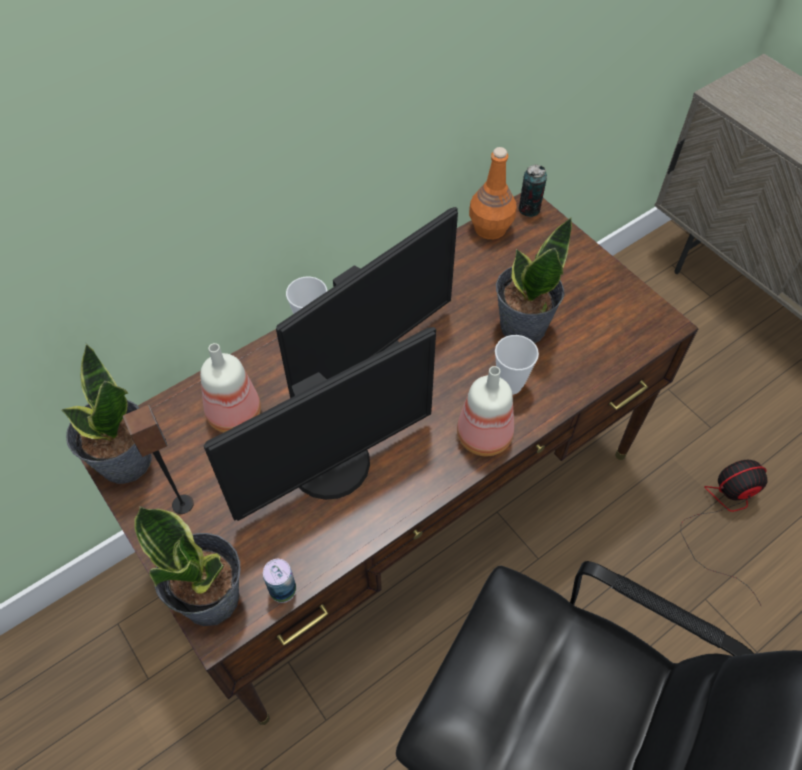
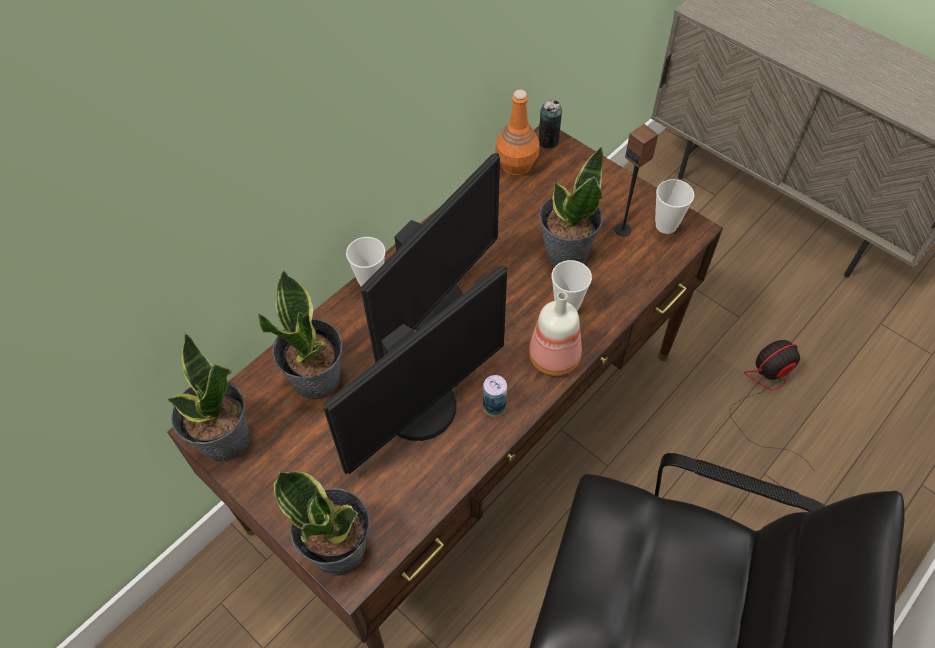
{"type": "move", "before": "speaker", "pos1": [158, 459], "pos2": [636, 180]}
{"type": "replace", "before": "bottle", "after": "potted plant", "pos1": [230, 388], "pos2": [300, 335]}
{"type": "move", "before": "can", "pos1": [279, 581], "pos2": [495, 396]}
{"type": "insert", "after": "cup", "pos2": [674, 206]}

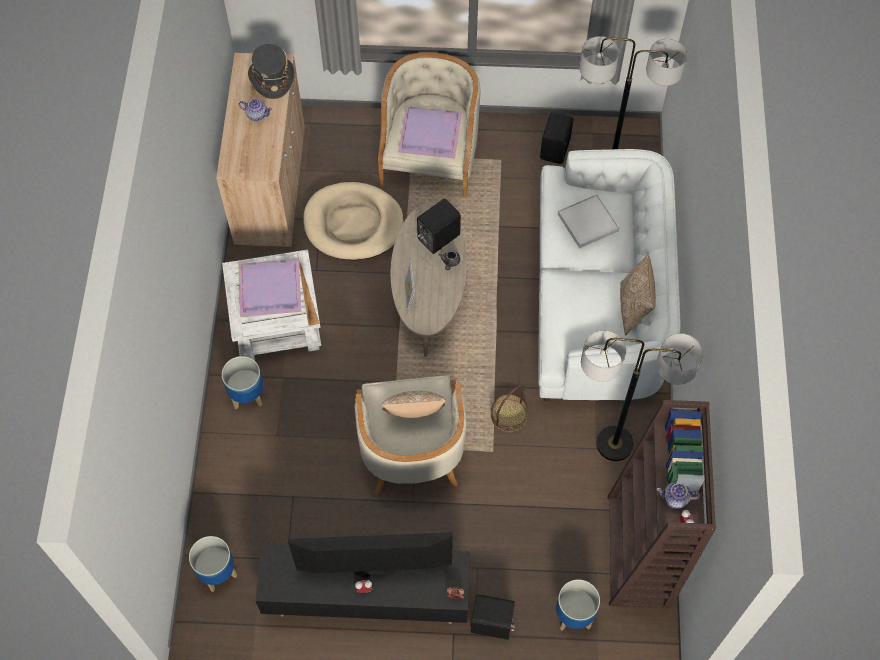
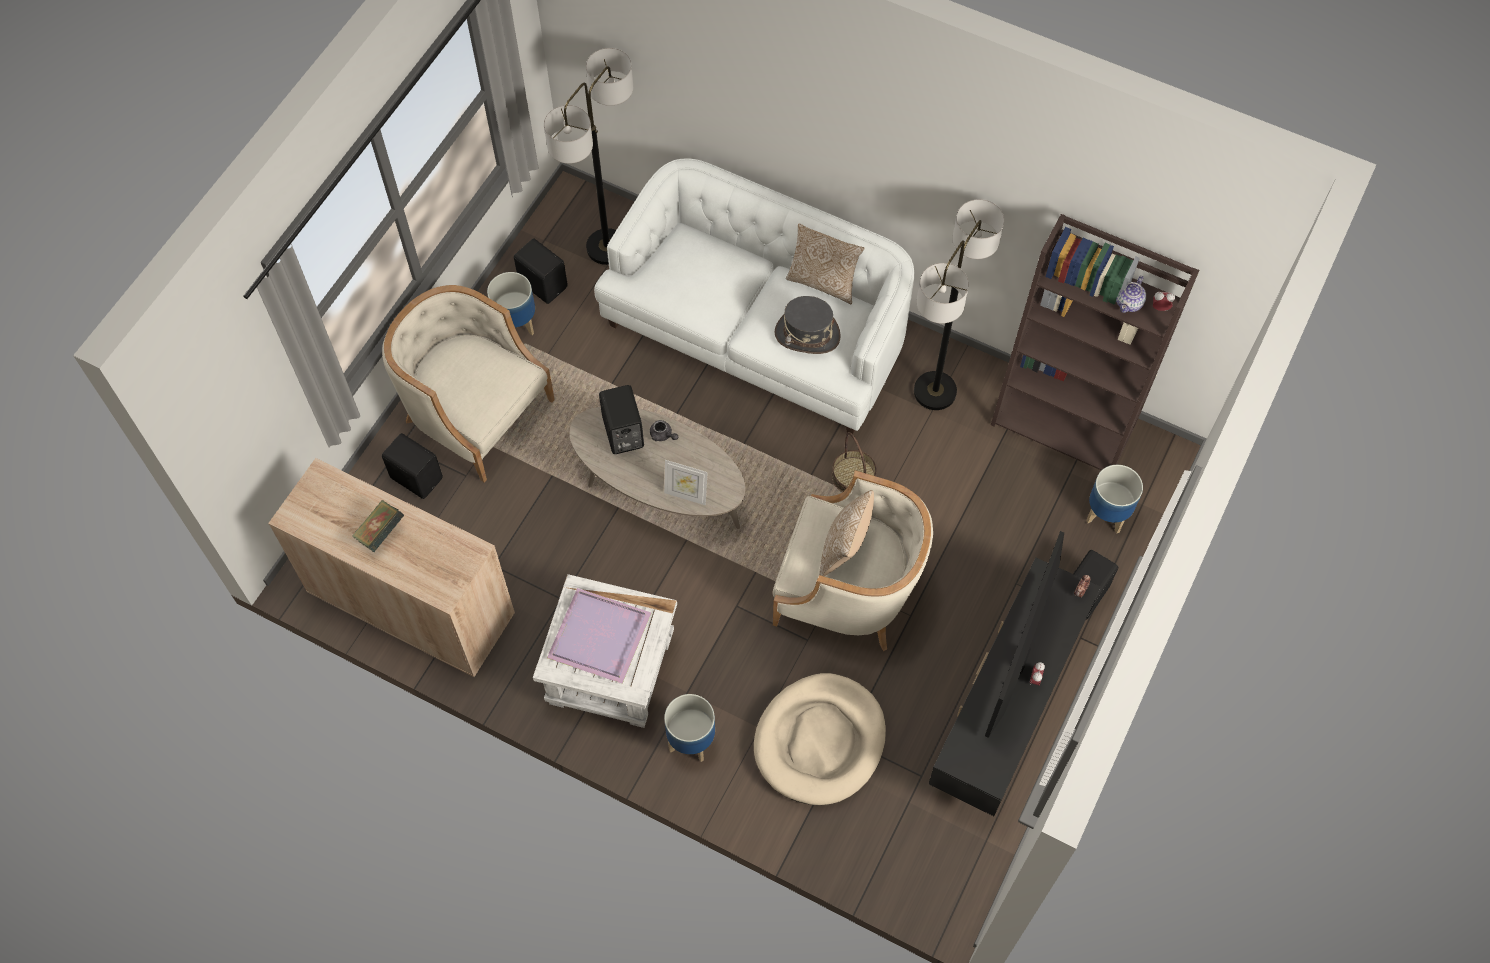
{"type": "move", "before": "planter", "pos1": [213, 564], "pos2": [511, 303]}
{"type": "replace", "before": "teapot", "after": "book", "pos1": [255, 110], "pos2": [378, 526]}
{"type": "move", "before": "hat (grey)", "pos1": [271, 71], "pos2": [807, 325]}
{"type": "move", "before": "dog bed (beige)", "pos1": [353, 221], "pos2": [820, 739]}
{"type": "delete", "before": "tray (purple)", "pos1": [430, 132]}
{"type": "delete", "before": "tray (white)", "pos1": [588, 221]}
{"type": "insert", "after": "speaker (black)", "pos2": [412, 466]}

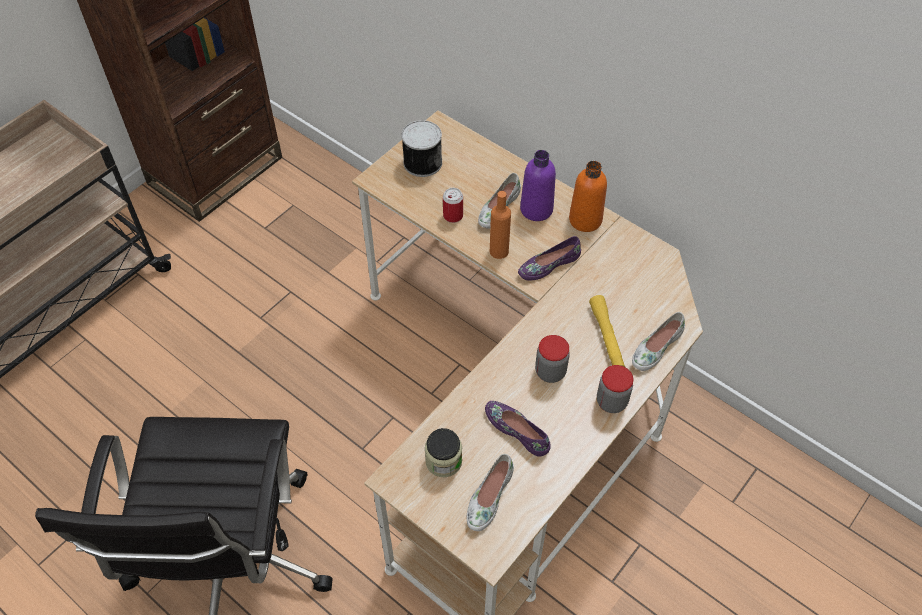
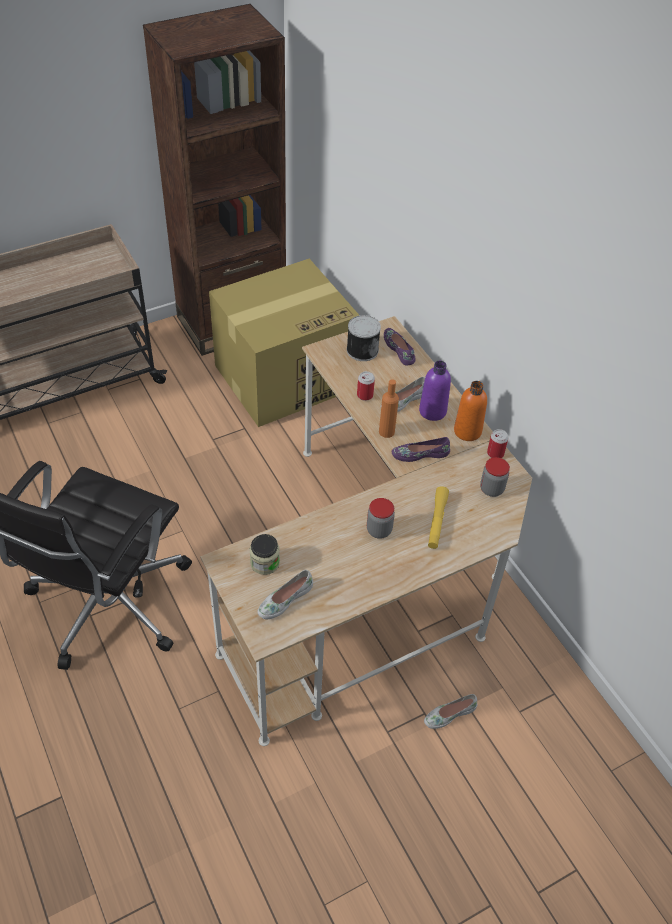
{"type": "move", "before": "shoe (purple)", "pos1": [518, 429], "pos2": [399, 347]}
{"type": "move", "before": "jar", "pos1": [615, 389], "pos2": [495, 477]}
{"type": "move", "before": "shoe (white)", "pos1": [658, 341], "pos2": [450, 711]}
{"type": "insert", "after": "cardboard box", "pos2": [284, 342]}
{"type": "insert", "after": "can", "pos2": [497, 443]}

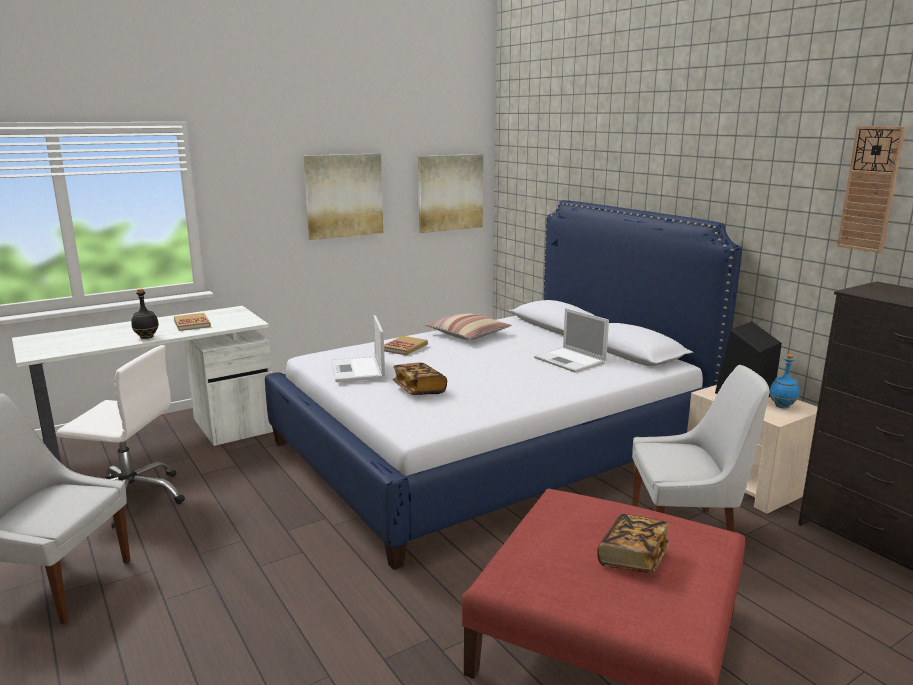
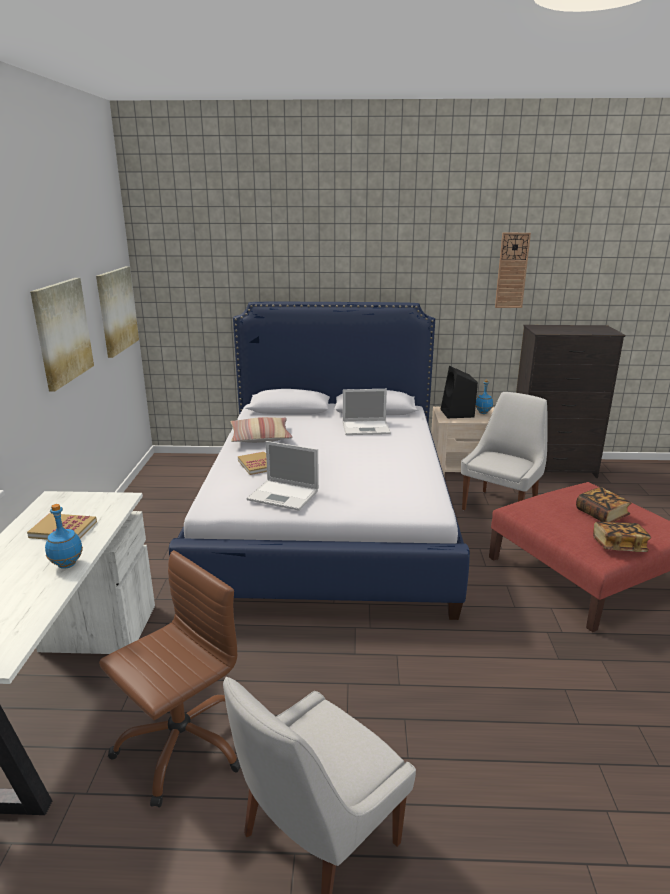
{"type": "recolor", "before": "office chair (white)", "after": "office chair (brown)", "pos1": [121, 436], "pos2": [170, 678]}
{"type": "recolor", "before": "bottle (black)", "after": "bottle (blue)", "pos1": [145, 314], "pos2": [64, 536]}
{"type": "move", "before": "book", "pos1": [420, 379], "pos2": [622, 537]}

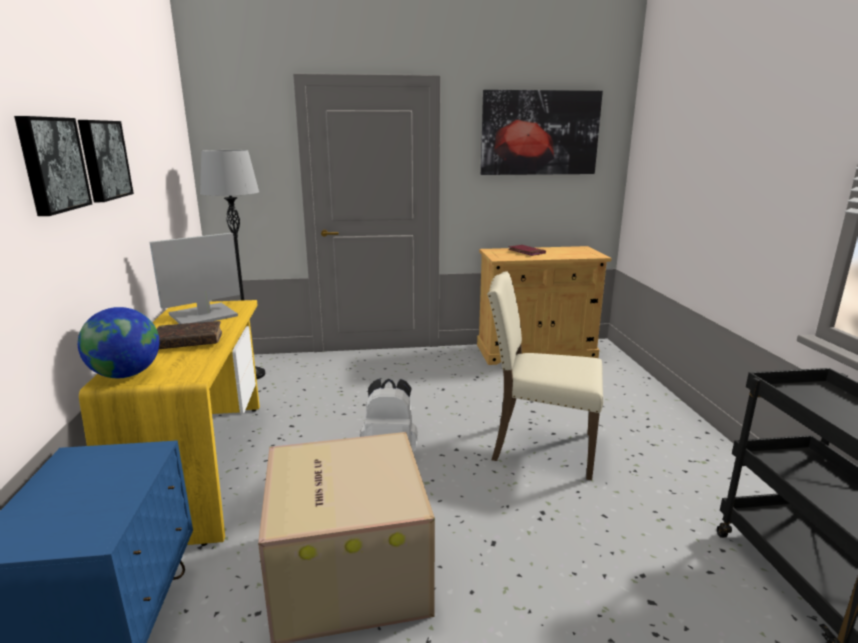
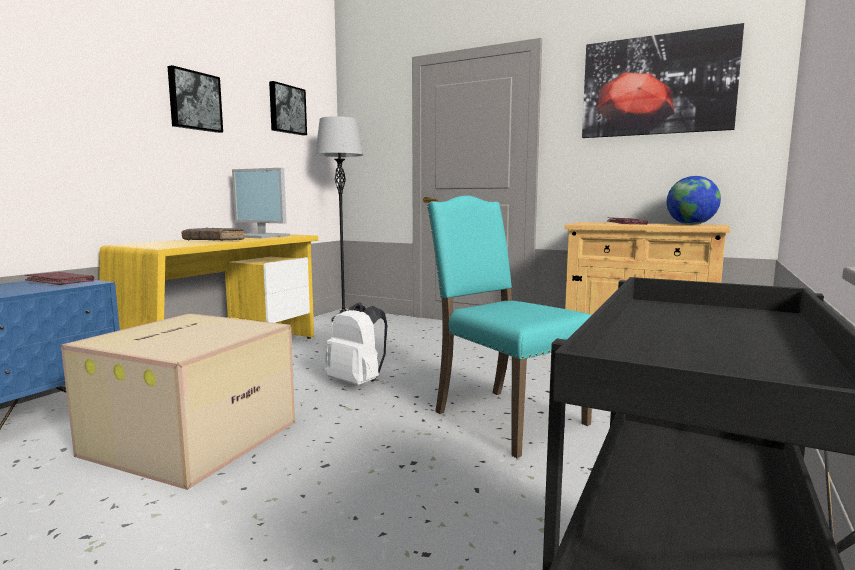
{"type": "move", "before": "picture", "pos1": [53, 166], "pos2": [288, 108]}
{"type": "move", "before": "globe", "pos1": [118, 342], "pos2": [694, 200]}
{"type": "rotate", "before": "monitor", "pos1": [194, 278], "pos2": [261, 203], "turn": -150}
{"type": "recolor", "before": "chair (beige)", "after": "chair (turquoise)", "pos1": [545, 375], "pos2": [509, 326]}
{"type": "insert", "after": "book (red)", "pos2": [59, 278]}

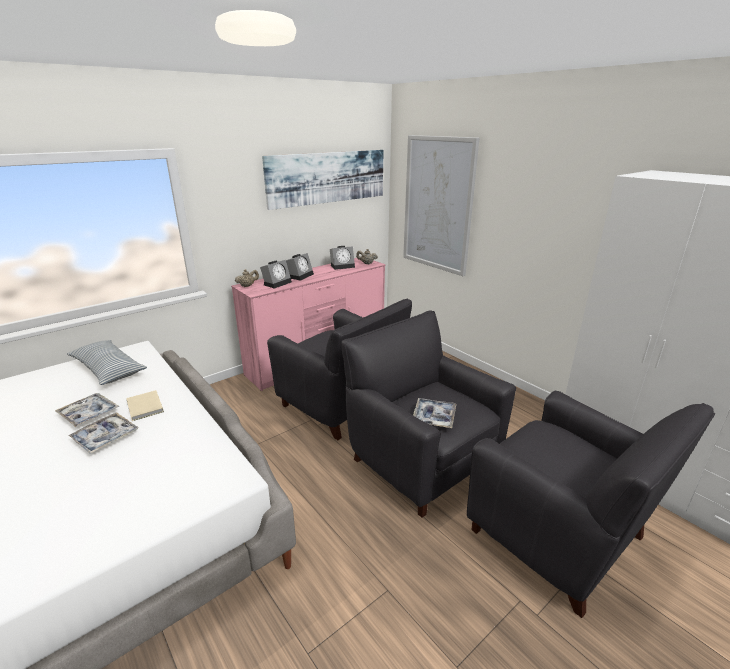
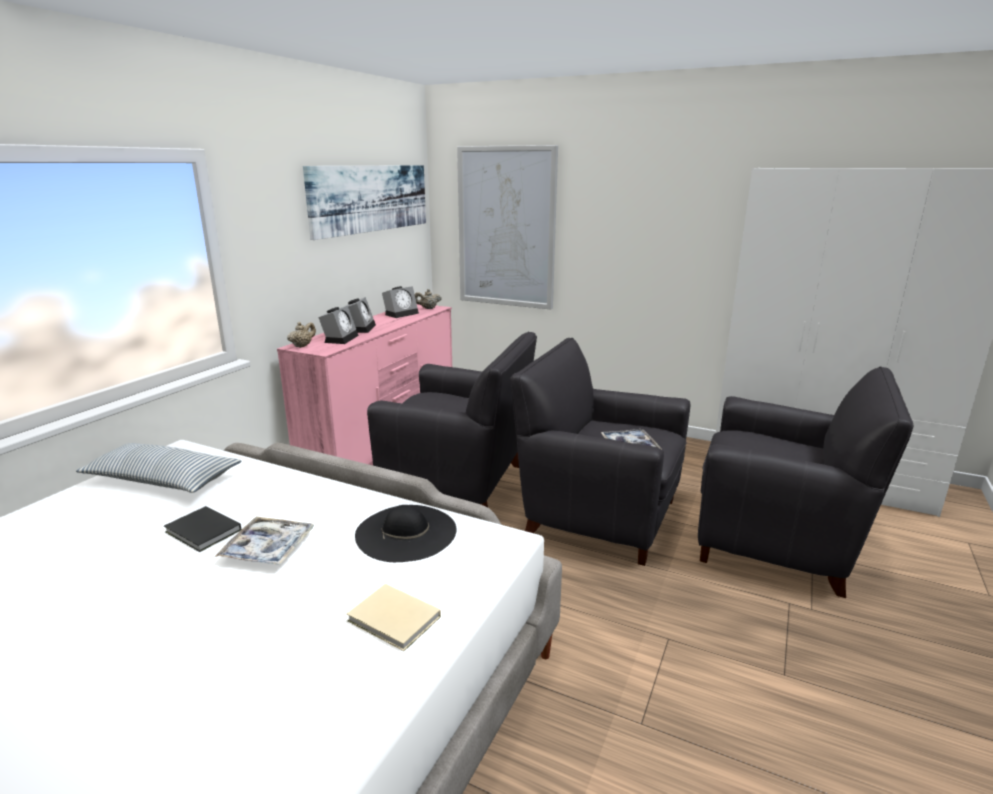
{"type": "replace", "before": "tray", "after": "book (black)", "pos1": [87, 410], "pos2": [202, 529]}
{"type": "move", "before": "book (beige)", "pos1": [145, 405], "pos2": [394, 617]}
{"type": "insert", "after": "hat (black)", "pos2": [405, 533]}

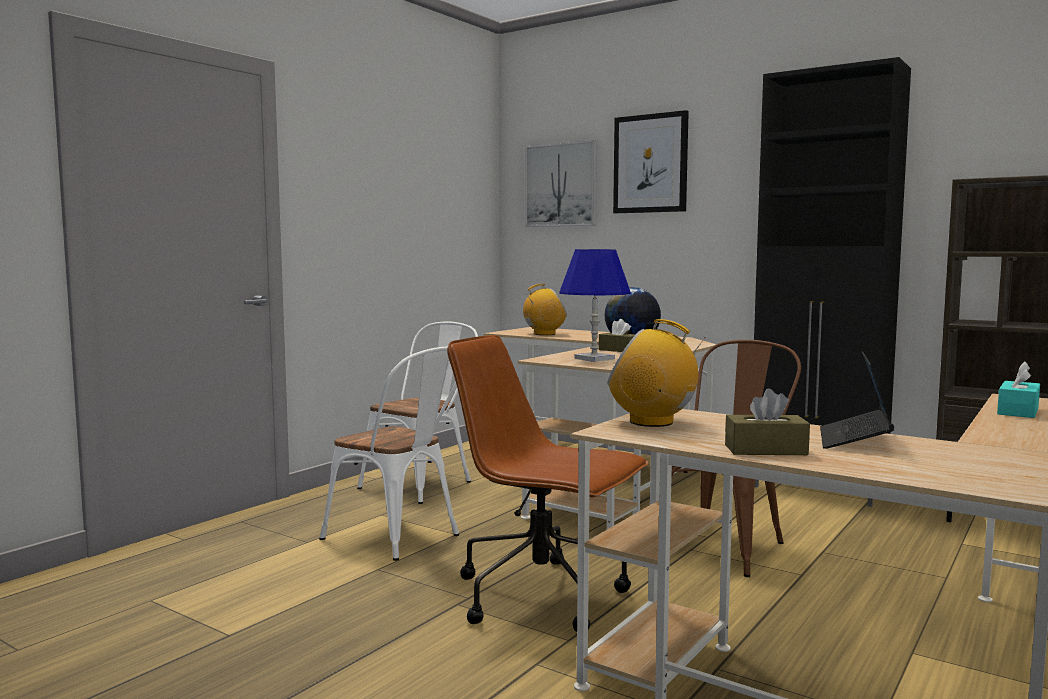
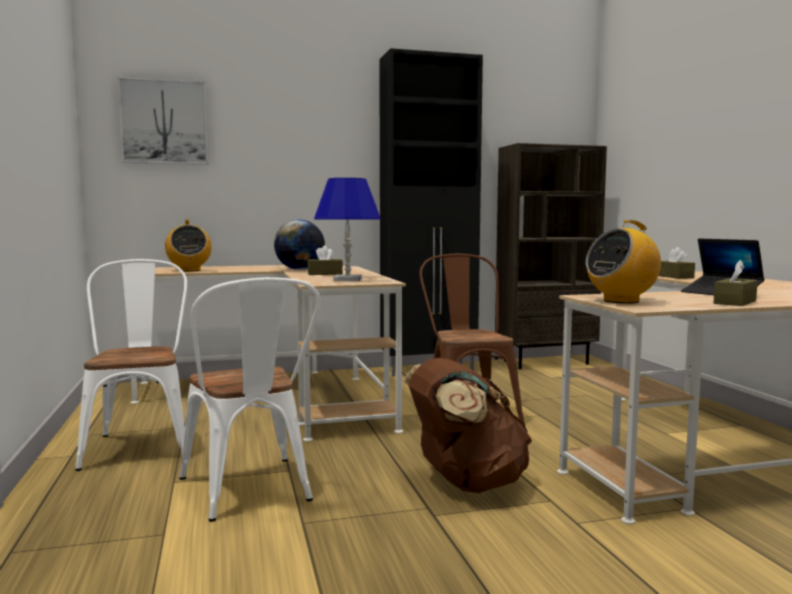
{"type": "rotate", "before": "chair (white)", "pos1": [389, 454], "pos2": [249, 399], "turn": 75}
{"type": "replace", "before": "office chair (brown)", "after": "backpack (brown)", "pos1": [548, 483], "pos2": [468, 425]}
{"type": "rotate", "before": "radio", "pos1": [545, 309], "pos2": [188, 245], "turn": 135}
{"type": "delete", "before": "picture", "pos1": [651, 161]}
{"type": "recolor", "before": "tissue box (turquoise)", "after": "tissue box (brown)", "pos1": [1018, 389], "pos2": [676, 263]}

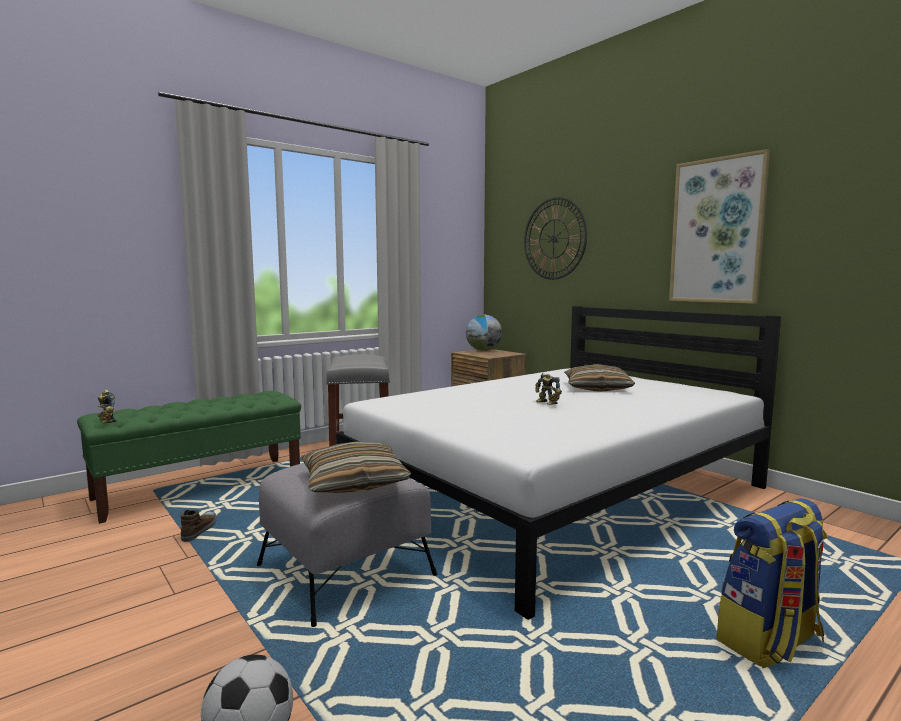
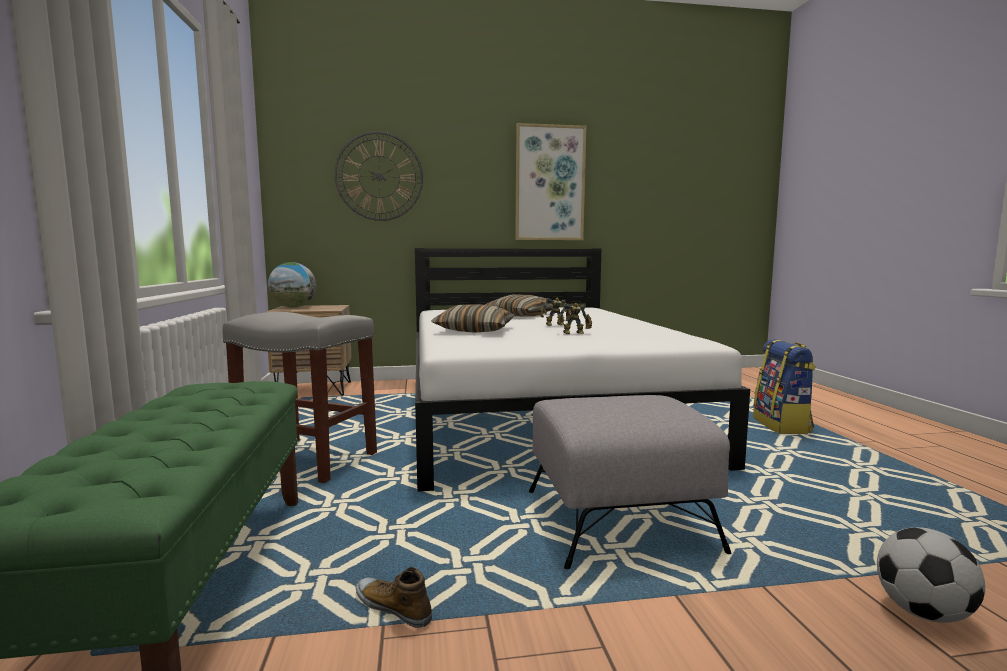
{"type": "move", "before": "toy robot", "pos1": [107, 406], "pos2": [574, 318]}
{"type": "move", "before": "pillow", "pos1": [356, 467], "pos2": [473, 318]}

